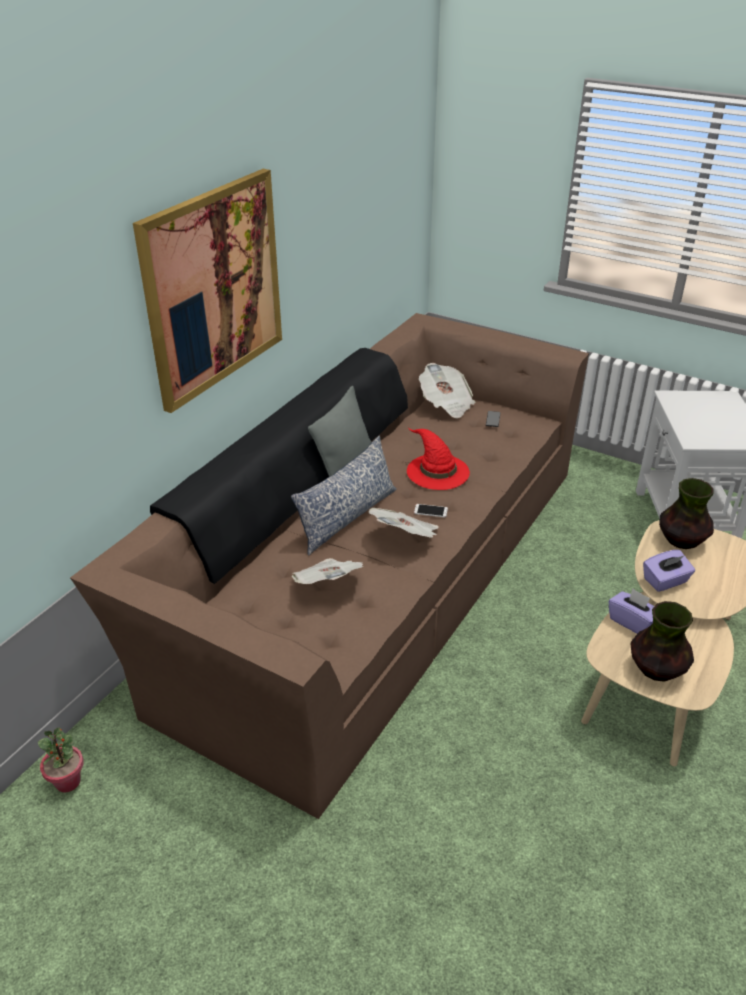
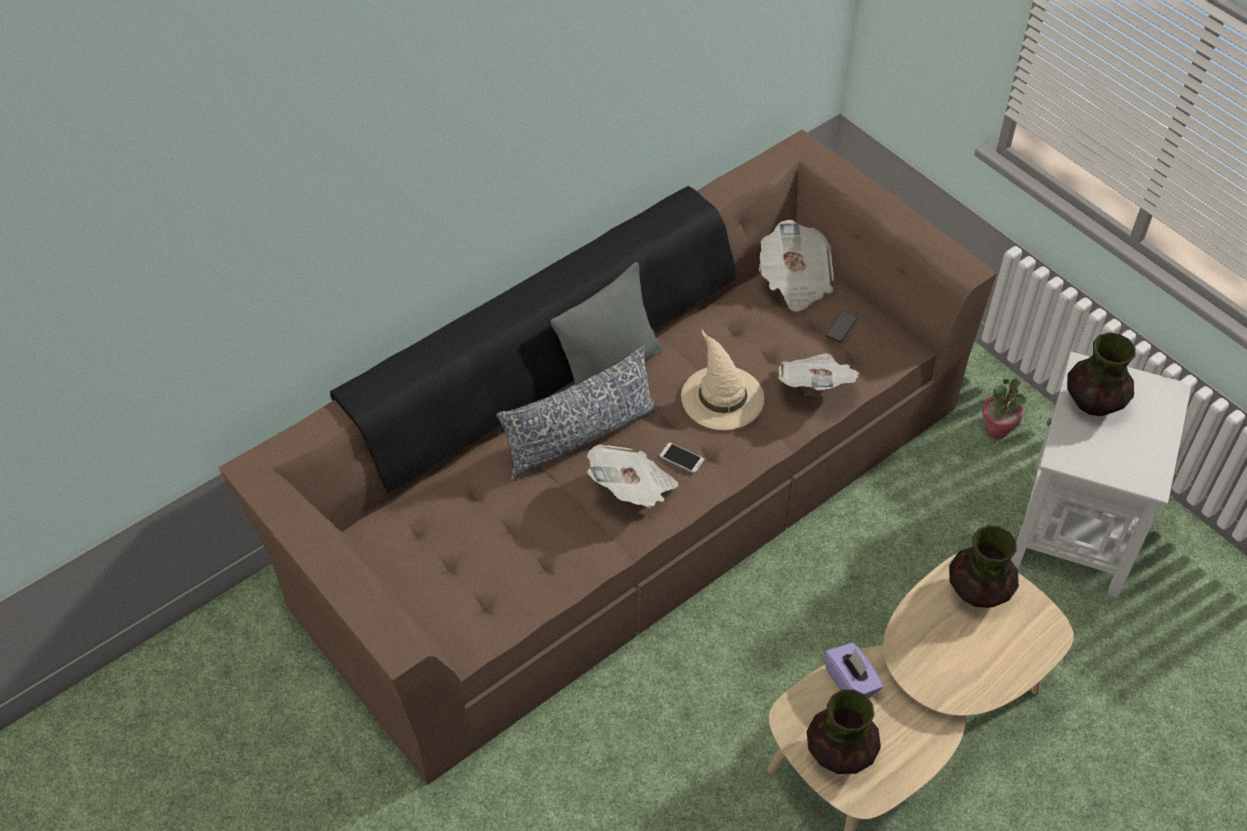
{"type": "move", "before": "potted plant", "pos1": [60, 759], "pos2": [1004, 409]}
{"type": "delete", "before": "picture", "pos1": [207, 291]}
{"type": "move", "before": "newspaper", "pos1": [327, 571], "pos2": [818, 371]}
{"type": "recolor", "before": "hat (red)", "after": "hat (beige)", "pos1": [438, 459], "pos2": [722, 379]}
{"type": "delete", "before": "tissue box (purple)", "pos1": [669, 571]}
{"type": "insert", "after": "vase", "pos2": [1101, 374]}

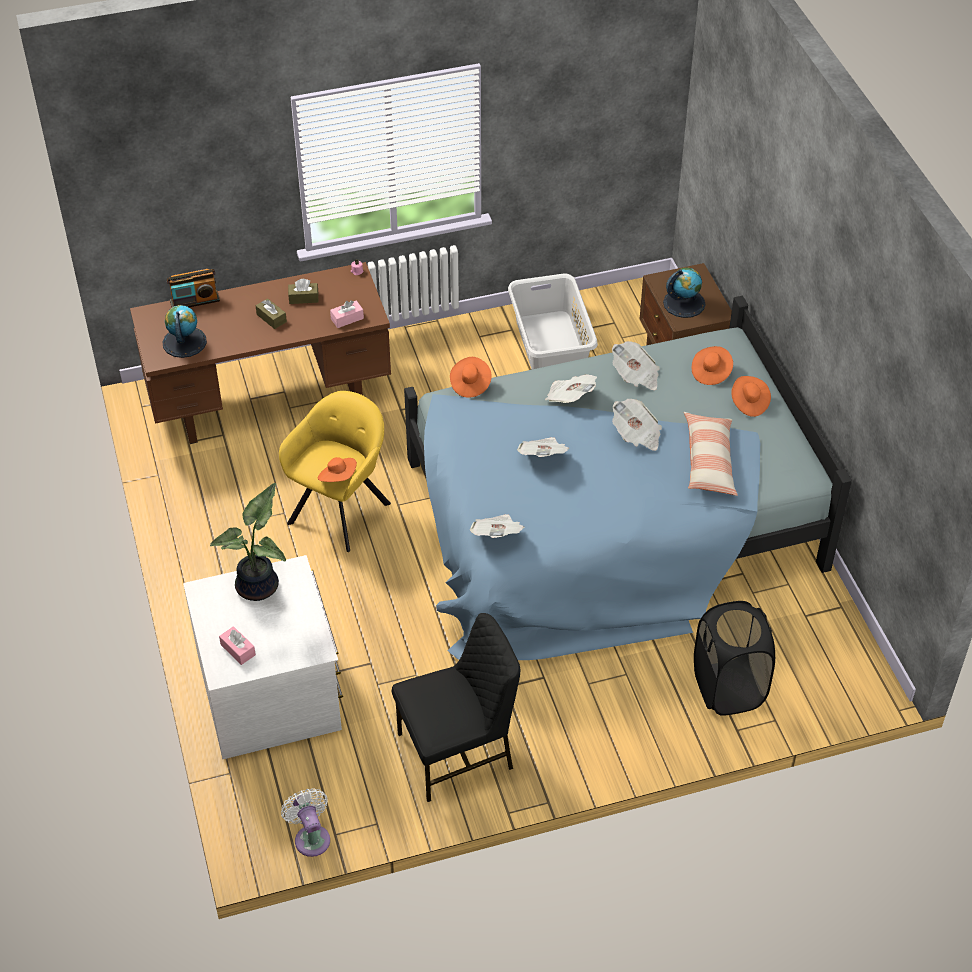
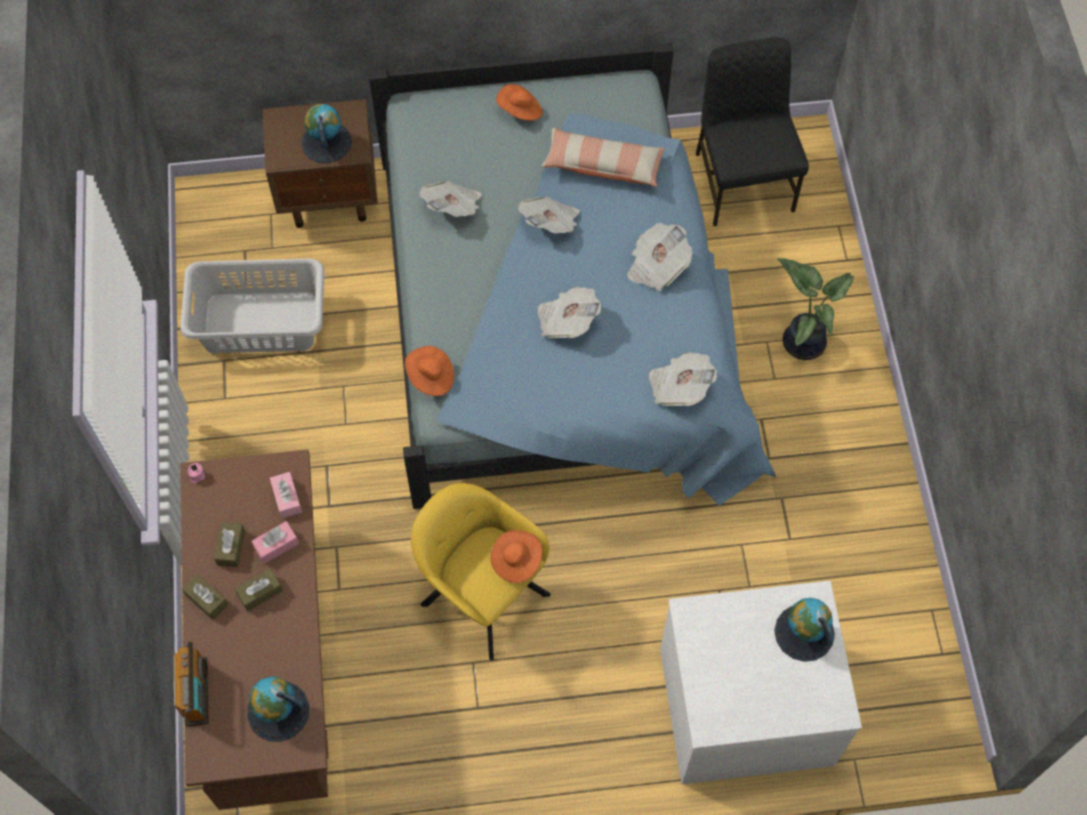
{"type": "move", "before": "potted plant", "pos1": [248, 542], "pos2": [815, 309]}
{"type": "move", "before": "tissue box (pink)", "pos1": [237, 645], "pos2": [275, 542]}
{"type": "delete", "before": "fan (white)", "pos1": [305, 822]}
{"type": "move", "before": "chair (black)", "pos1": [456, 707], "pos2": [752, 131]}
{"type": "move", "before": "newspaper", "pos1": [571, 388], "pos2": [659, 257]}
{"type": "delete", "before": "hat (orange)", "pos1": [712, 365]}
{"type": "delete", "before": "laundry basket (black)", "pos1": [734, 658]}
{"type": "insert", "after": "tissue box (brown)", "pos2": [205, 597]}
{"type": "insert", "after": "globe", "pos2": [804, 630]}

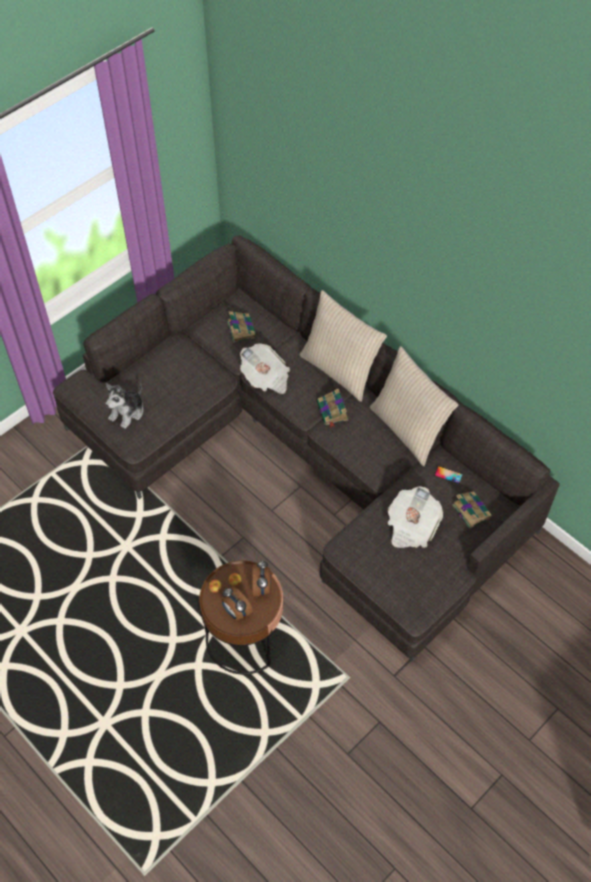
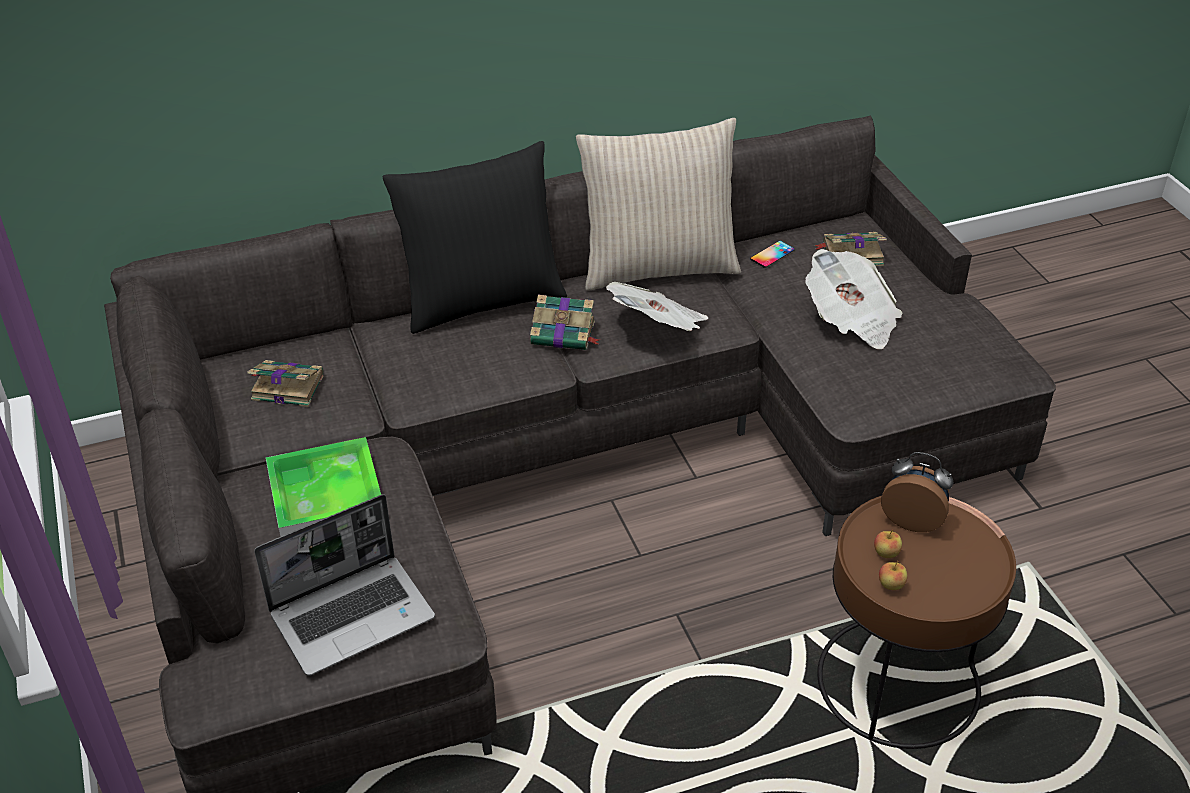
{"type": "replace", "before": "plush toy", "after": "laptop", "pos1": [124, 406], "pos2": [344, 585]}
{"type": "delete", "before": "alarm clock", "pos1": [237, 603]}
{"type": "move", "before": "newspaper", "pos1": [265, 369], "pos2": [657, 306]}
{"type": "recolor", "before": "pillow (beige)", "after": "pillow (black)", "pos1": [343, 346], "pos2": [475, 237]}
{"type": "insert", "after": "tray", "pos2": [323, 487]}

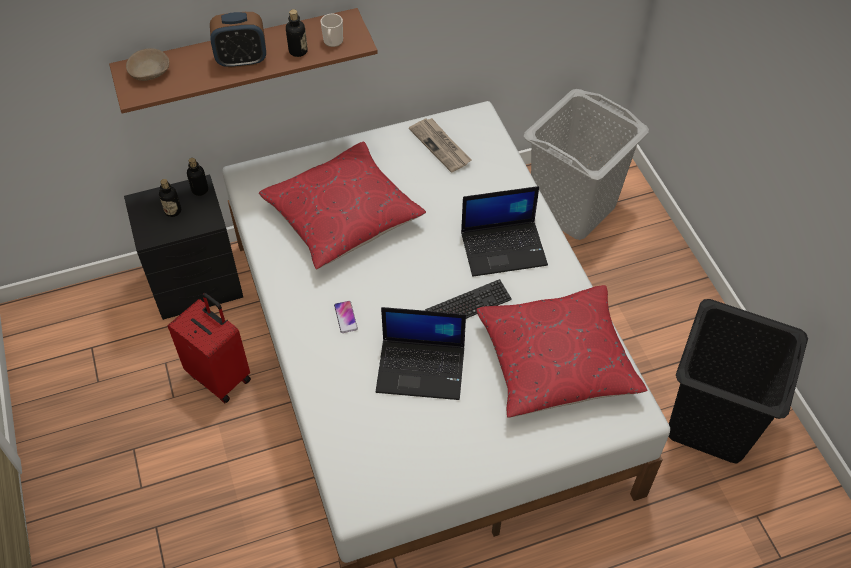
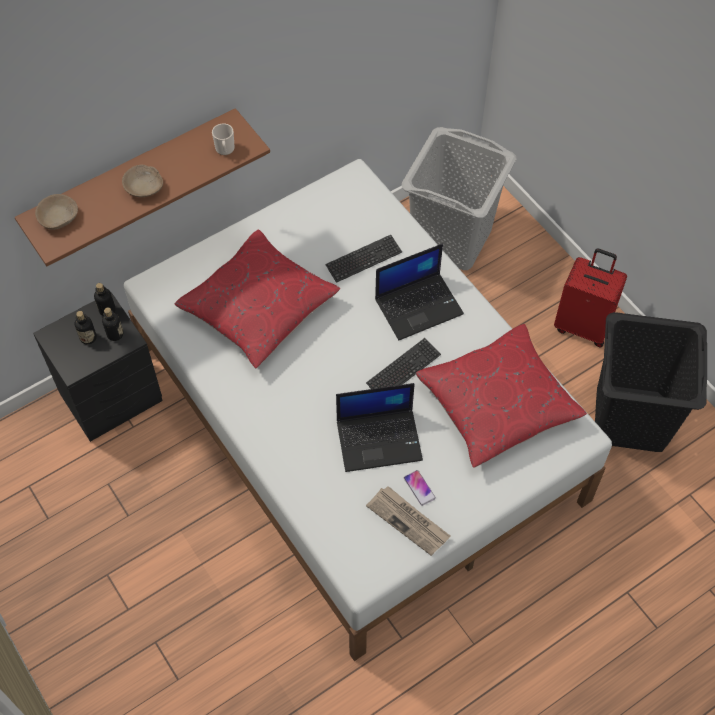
{"type": "move", "before": "suitcase (red)", "pos1": [209, 348], "pos2": [590, 298]}
{"type": "replace", "before": "alarm clock", "after": "bowl (beige)", "pos1": [238, 40], "pos2": [142, 181]}
{"type": "move", "before": "bottle", "pos1": [297, 33], "pos2": [113, 324]}
{"type": "move", "before": "phone", "pos1": [346, 317], "pos2": [420, 488]}
{"type": "move", "before": "newspaper", "pos1": [440, 145], "pos2": [408, 521]}
{"type": "insert", "after": "keyboard", "pos2": [363, 259]}

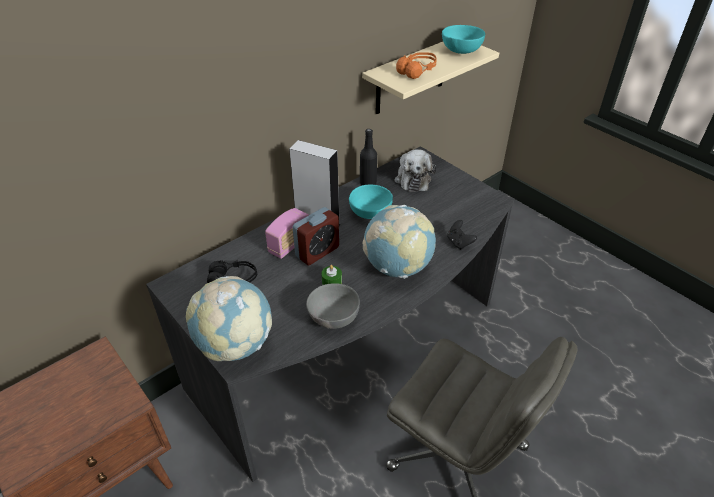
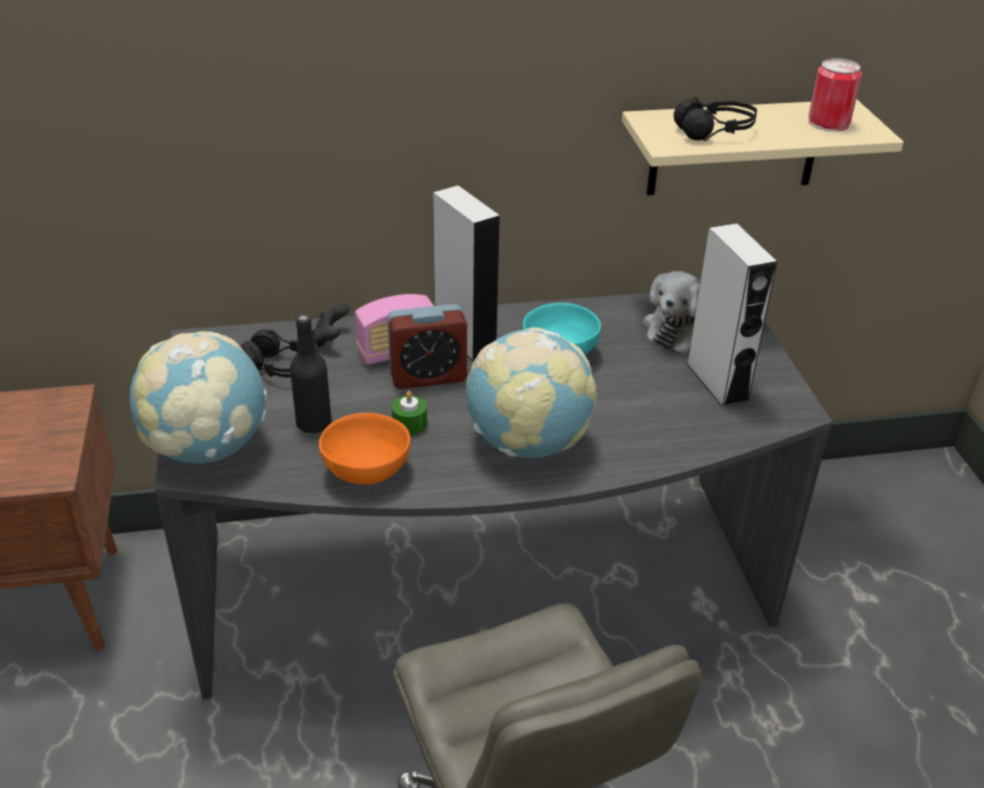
{"type": "recolor", "before": "bowl (grey)", "after": "bowl (orange)", "pos1": [333, 306], "pos2": [365, 449]}
{"type": "move", "before": "bottle (black)", "pos1": [368, 157], "pos2": [311, 373]}
{"type": "recolor", "before": "headphones (orange)", "after": "headphones (black)", "pos1": [416, 65], "pos2": [715, 119]}
{"type": "replace", "before": "bowl (turquoise)", "after": "can", "pos1": [463, 39], "pos2": [835, 94]}
{"type": "move", "before": "game controller (black)", "pos1": [462, 235], "pos2": [331, 325]}
{"type": "insert", "after": "speaker (grey)", "pos2": [732, 315]}

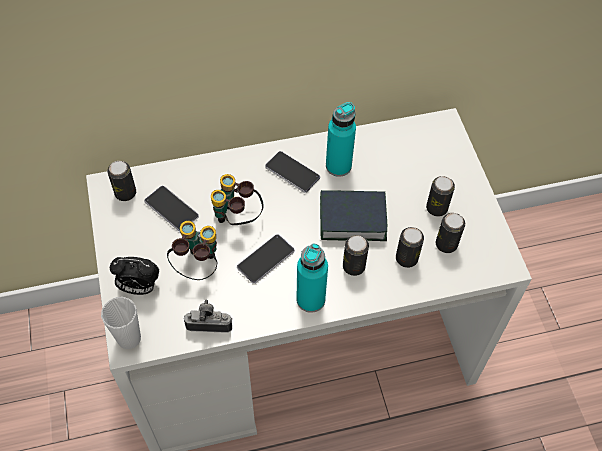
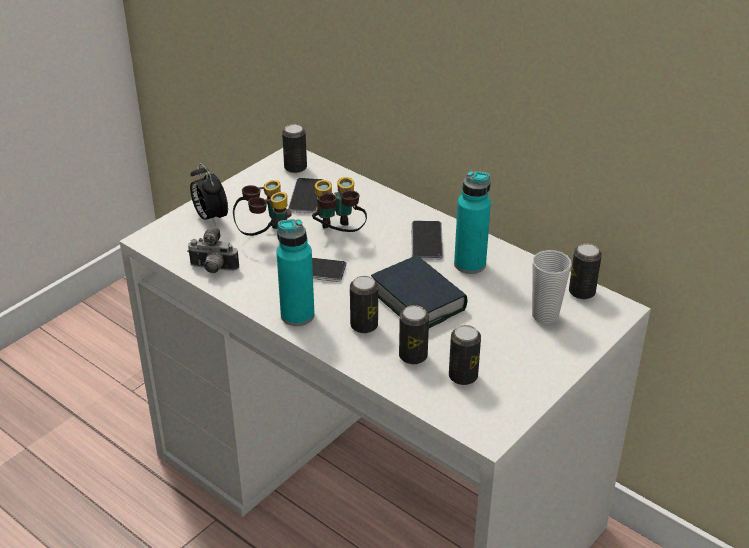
{"type": "move", "before": "cup", "pos1": [121, 323], "pos2": [551, 287]}
{"type": "rotate", "before": "photo camera", "pos1": [208, 316], "pos2": [213, 250], "turn": 135}
{"type": "move", "before": "can", "pos1": [440, 196], "pos2": [585, 271]}

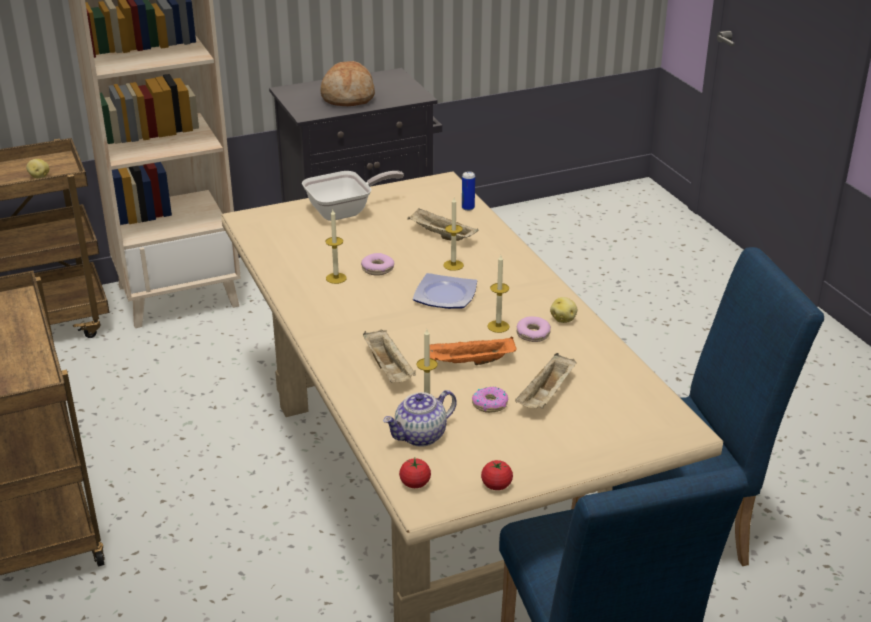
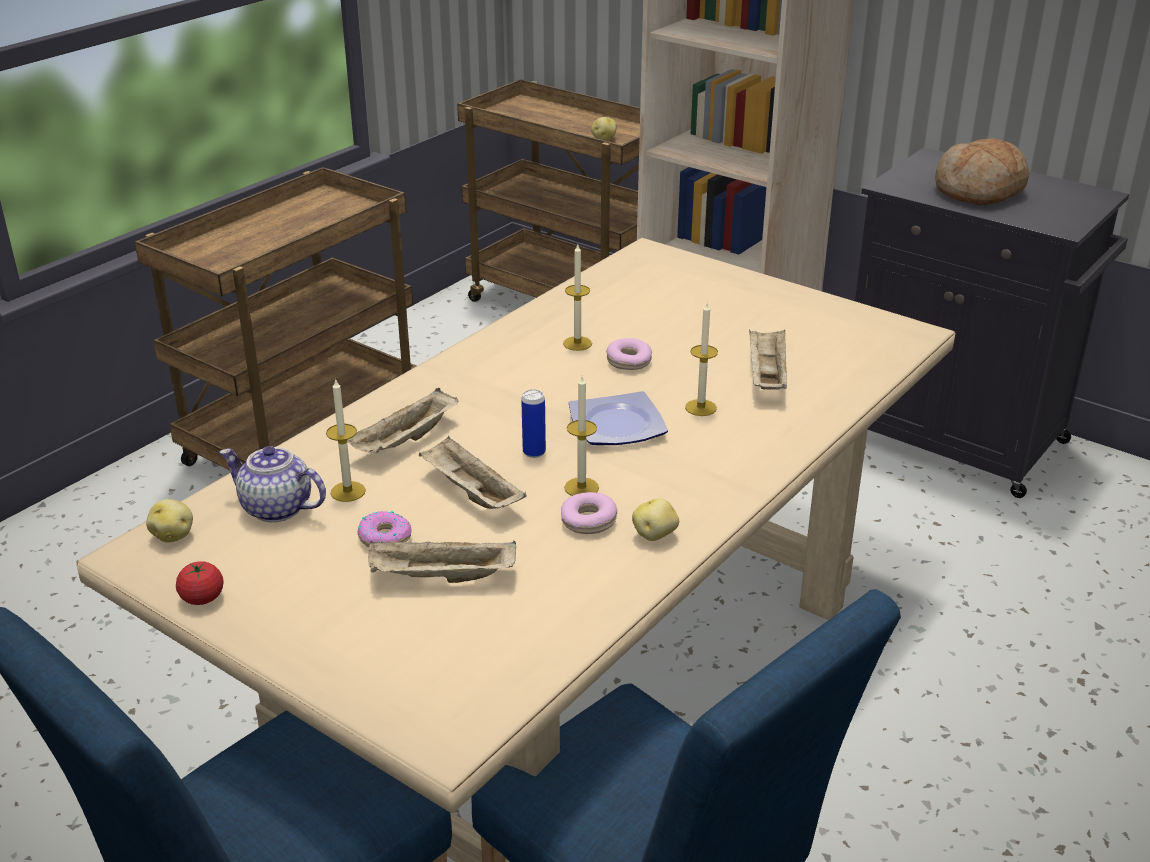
{"type": "delete", "before": "frying pan", "pos1": [353, 196]}
{"type": "replace", "before": "tomato", "after": "potato", "pos1": [415, 473], "pos2": [169, 521]}
{"type": "recolor", "before": "tray (orange)", "after": "tray (beige)", "pos1": [473, 351], "pos2": [473, 473]}
{"type": "move", "before": "can", "pos1": [468, 191], "pos2": [533, 424]}

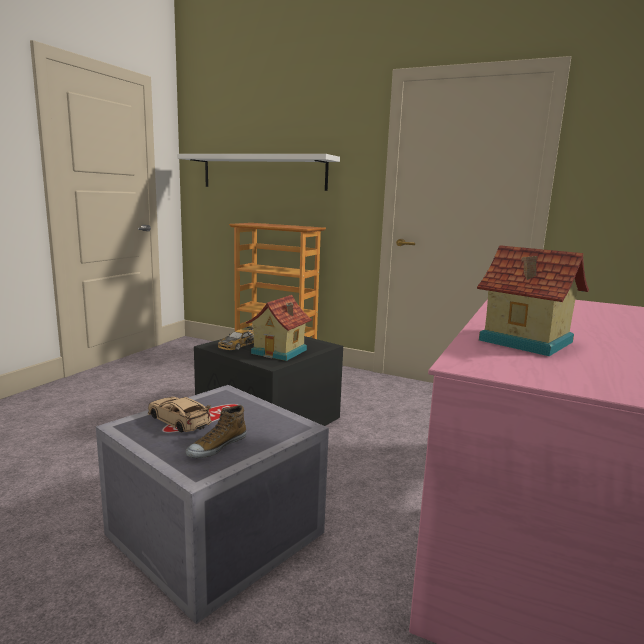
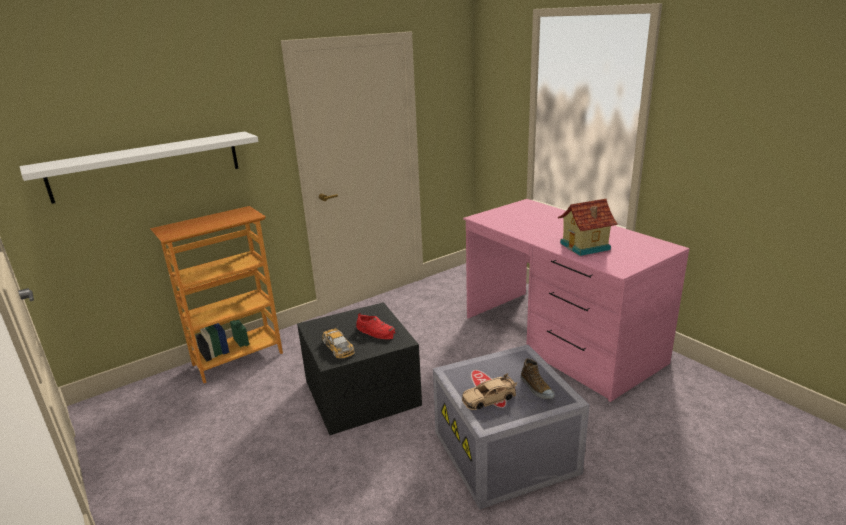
{"type": "replace", "before": "toy house", "after": "shoe (red)", "pos1": [279, 328], "pos2": [375, 326]}

